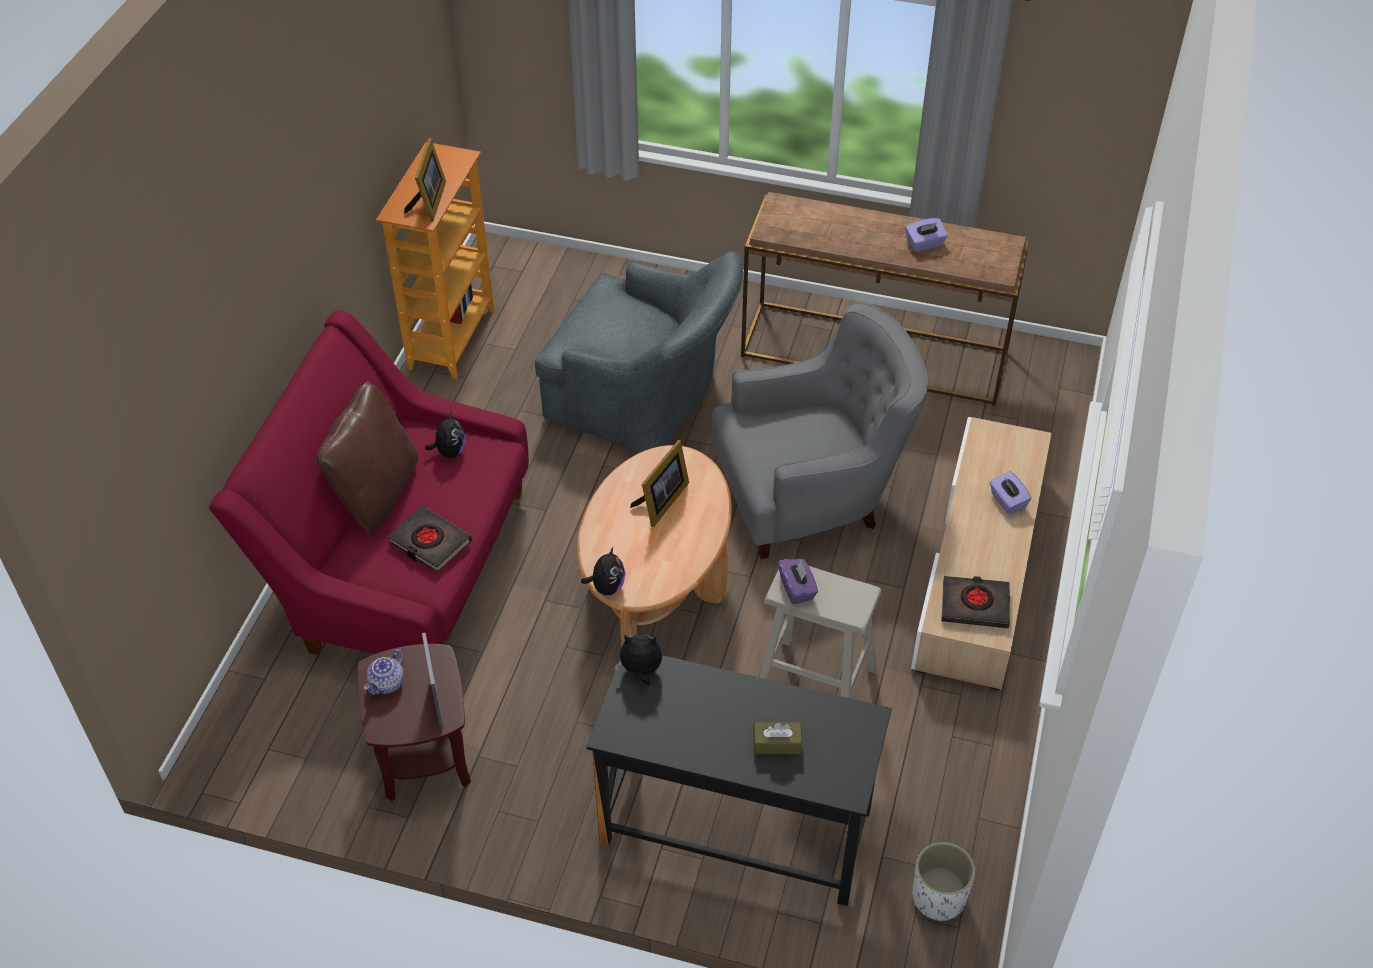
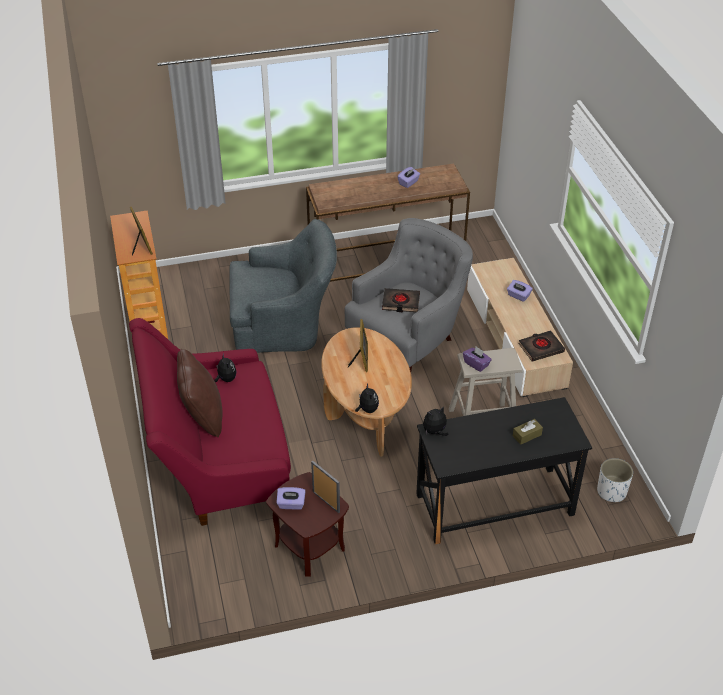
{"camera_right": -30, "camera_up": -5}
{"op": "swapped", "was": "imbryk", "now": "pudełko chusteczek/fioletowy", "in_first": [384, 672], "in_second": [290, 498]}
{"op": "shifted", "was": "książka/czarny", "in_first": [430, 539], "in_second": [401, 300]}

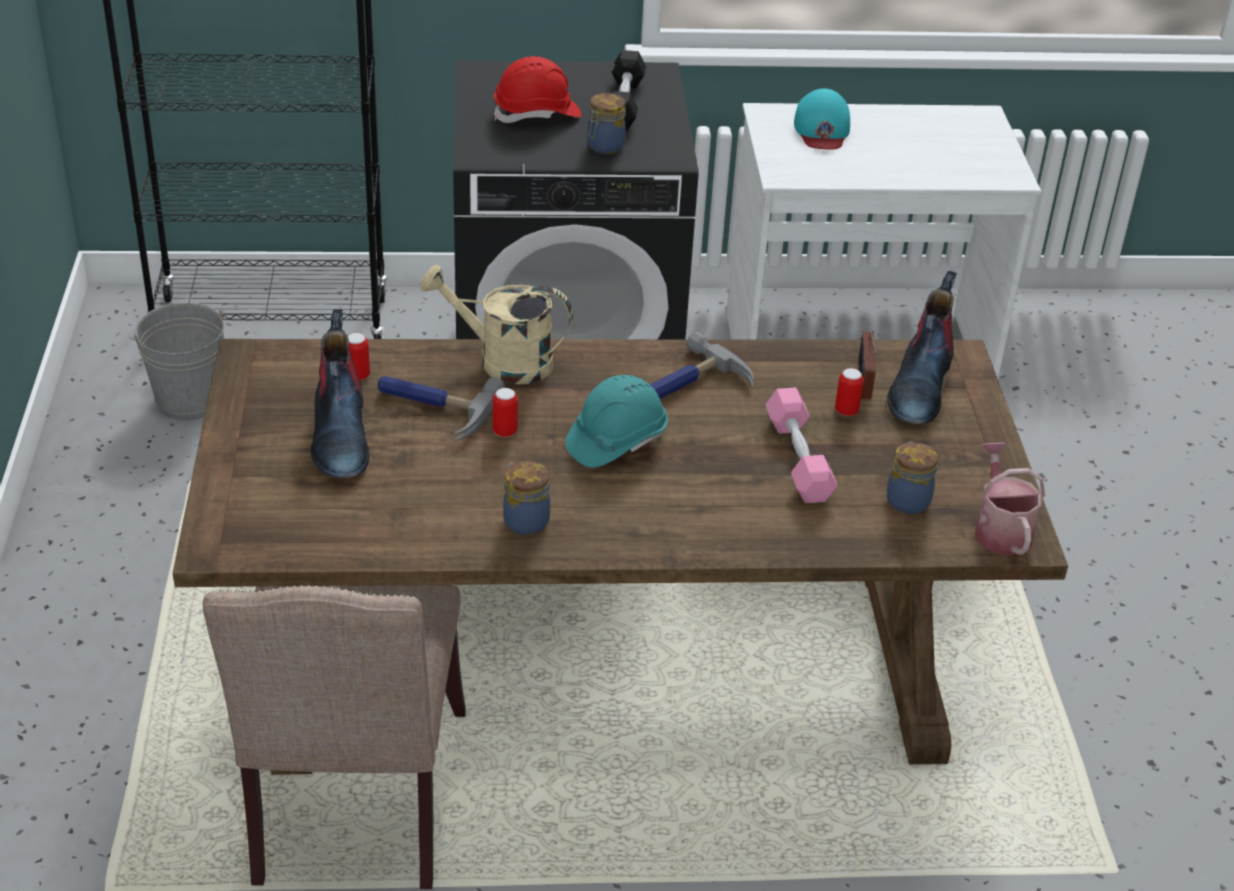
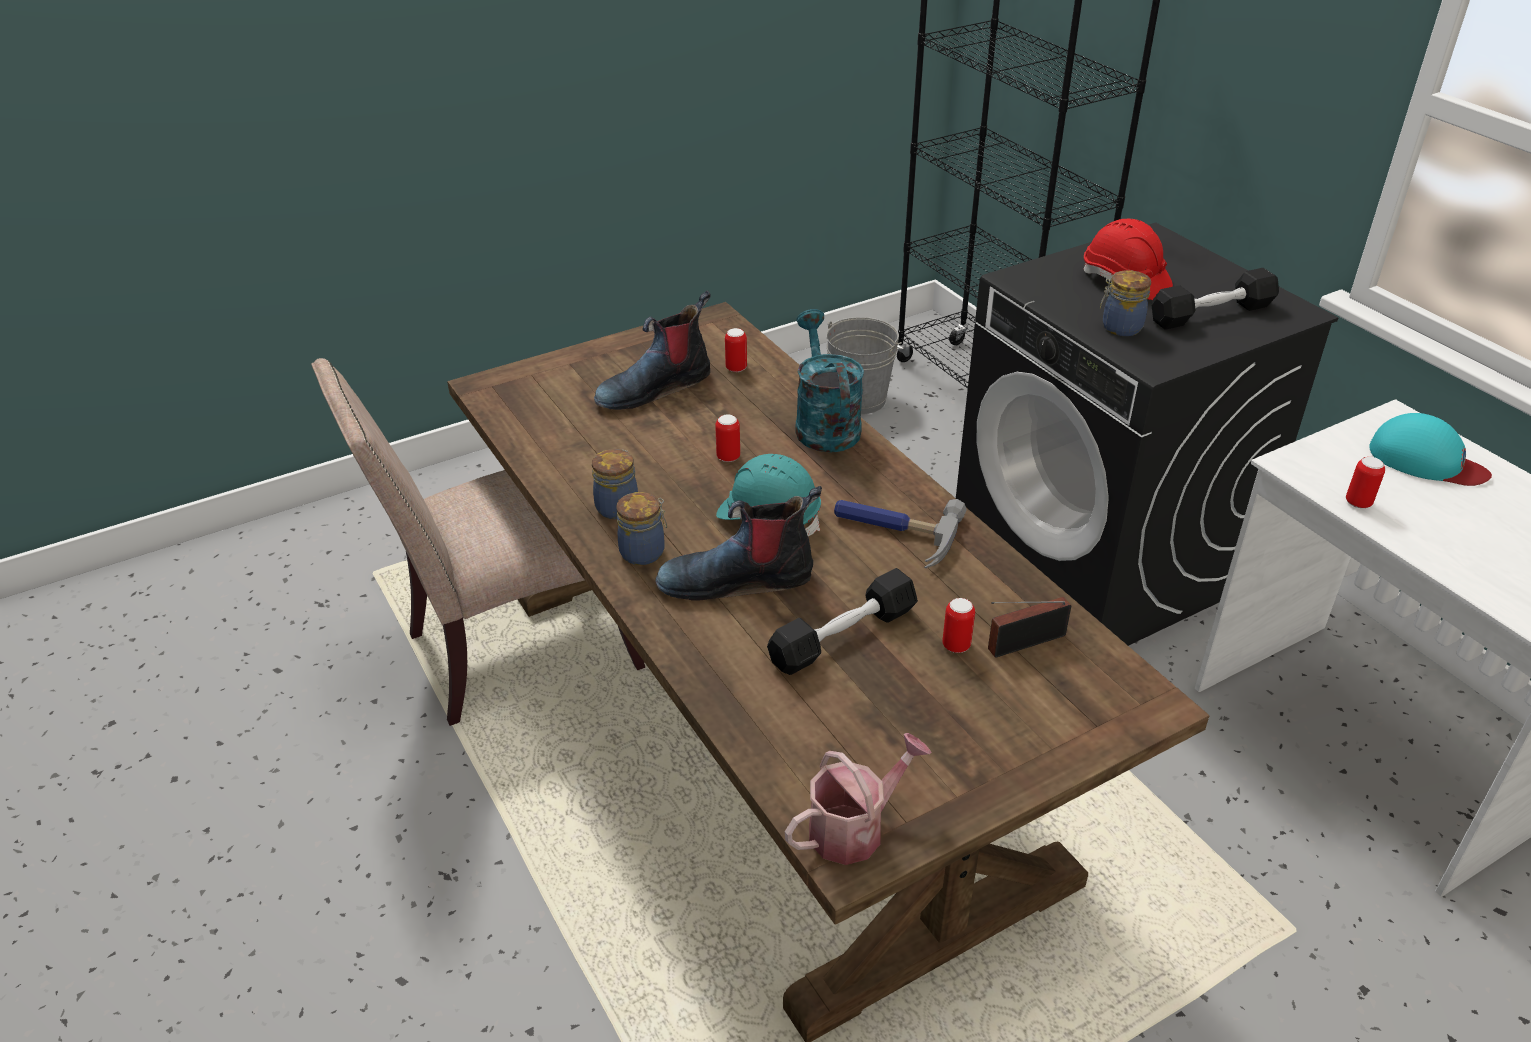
{"camera_right": 65, "camera_up": 0}
{"op": "gone", "was": "młotek", "in_first": [441, 408]}
{"op": "repainted", "was": "konewka/beżowy", "now": "konewka/turkusowy", "in_first": [496, 324], "in_second": [829, 380]}
{"op": "repainted", "was": "hantel/różowy", "now": "hantel/czarny", "in_first": [801, 445], "in_second": [842, 621]}
{"op": "rotated", "was": "czapka z daszkiem/turkusowy", "in_first": [822, 119], "in_second": [1430, 449], "clockwise": -120}
{"op": "shifted", "was": "but z cholewką", "in_first": [922, 347], "in_second": [738, 543]}
{"op": "shifted", "was": "słoik", "in_first": [912, 478], "in_second": [642, 528]}
{"op": "new", "now": "puszka", "in_second": [1365, 482]}

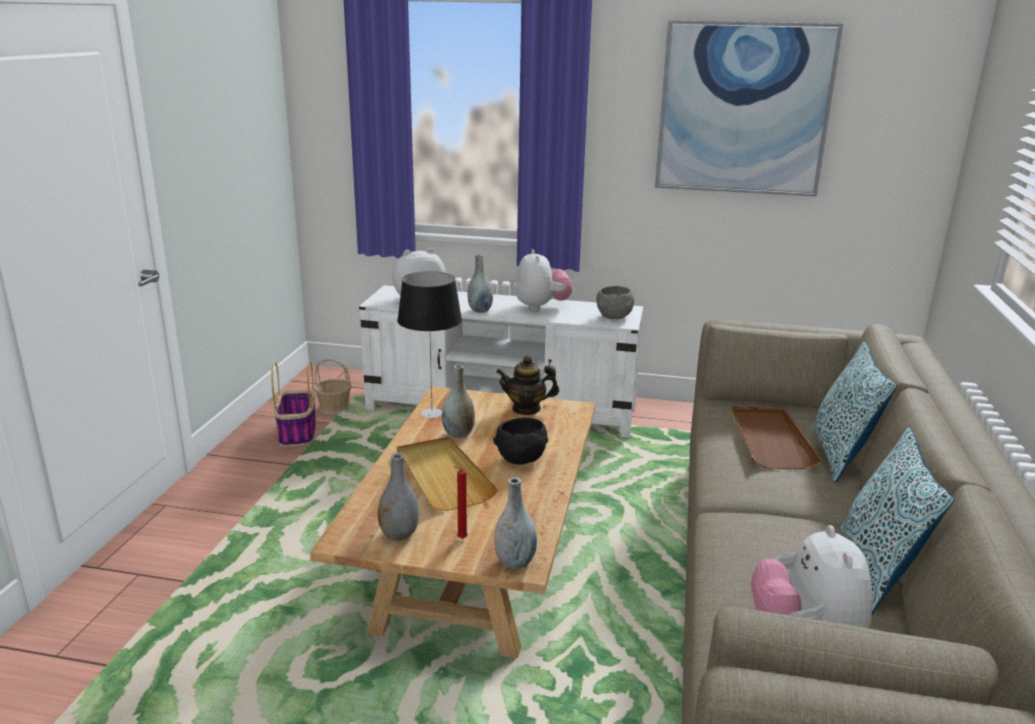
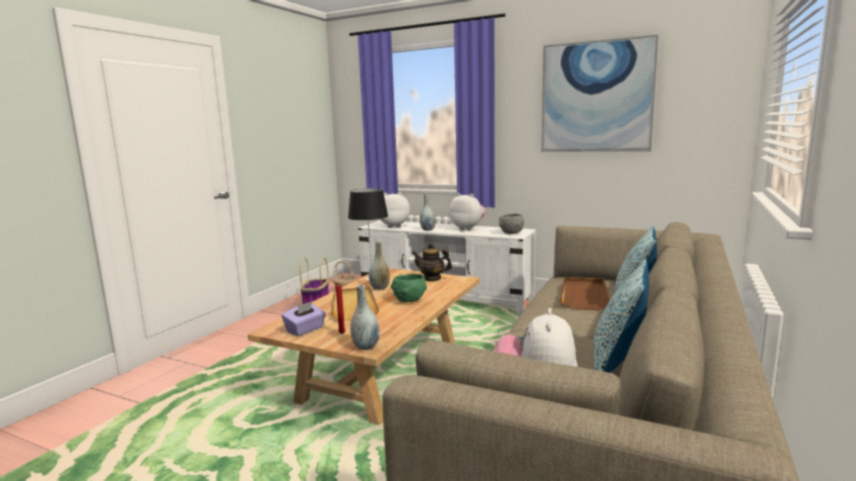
{"camera_right": 15, "camera_up": -10}
{"op": "swapped", "was": "wazon/szary", "now": "pudełko chusteczek/fioletowy", "in_first": [398, 497], "in_second": [304, 318]}
{"op": "repainted", "was": "miska/czarny", "now": "miska/zielony", "in_first": [520, 441], "in_second": [409, 288]}
{"op": "rotated", "was": "pluszak", "in_first": [543, 280], "in_second": [467, 212], "clockwise": -60}

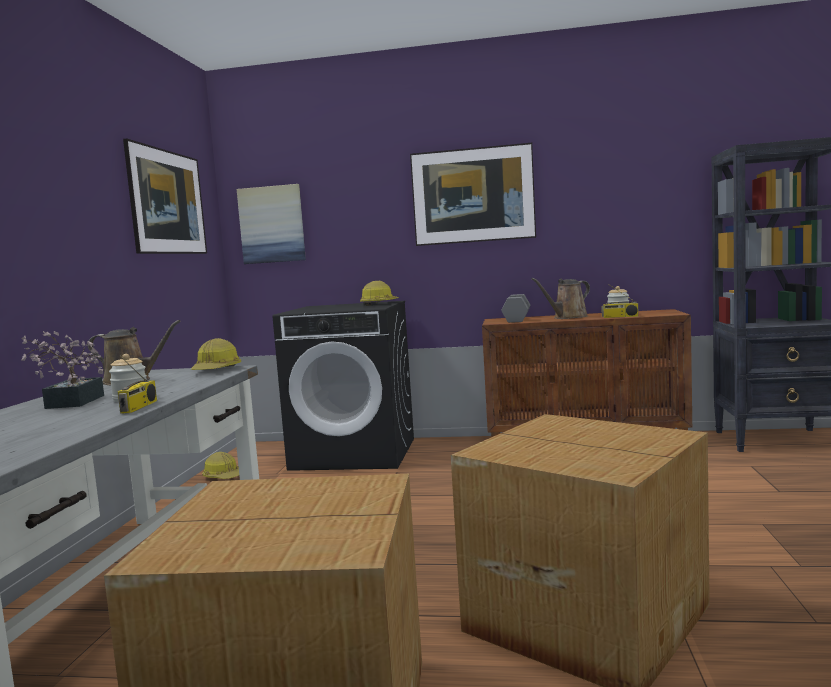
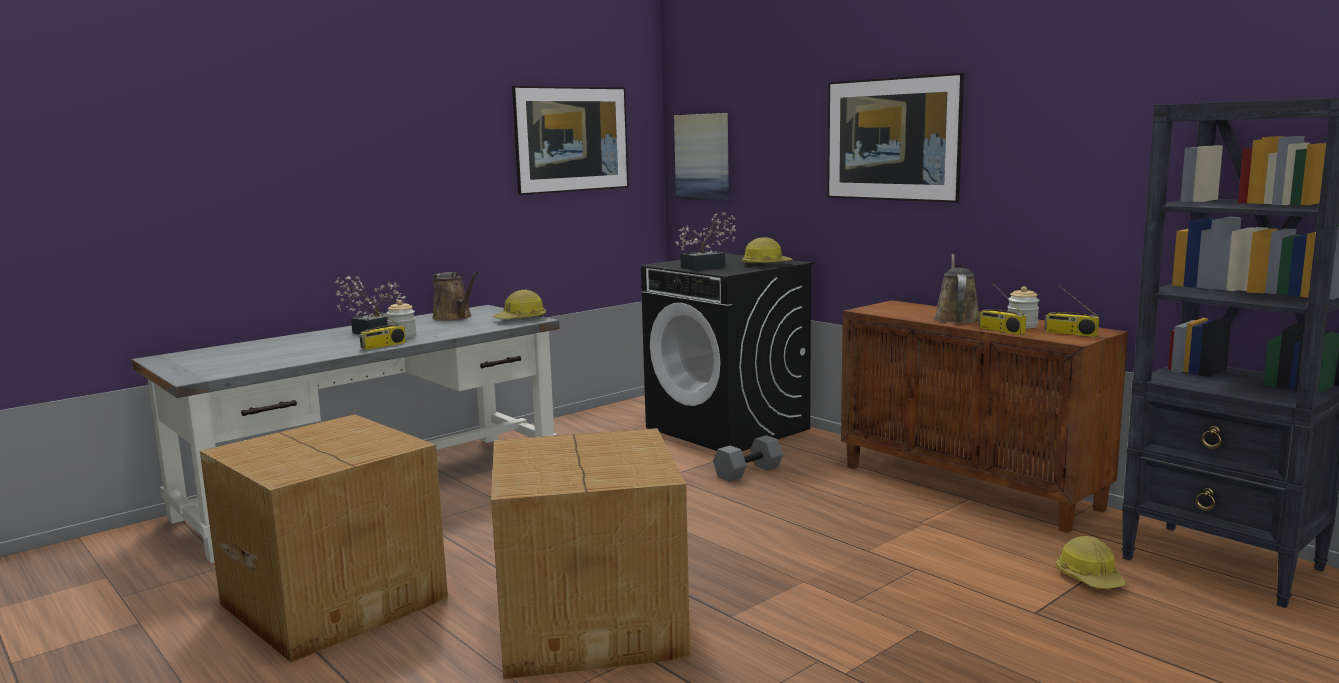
{"camera_right": 40, "camera_up": 5}
{"op": "shifted", "was": "kask", "in_first": [220, 465], "in_second": [1091, 562]}
{"op": "shifted", "was": "hantel/szary", "in_first": [516, 308], "in_second": [748, 458]}
{"op": "rotated", "was": "konewka/brązowy", "in_first": [560, 298], "in_second": [956, 288], "clockwise": 90}
{"op": "new", "now": "roślina doniczkowa", "in_second": [705, 241]}
{"op": "new", "now": "radio", "in_second": [1071, 312]}

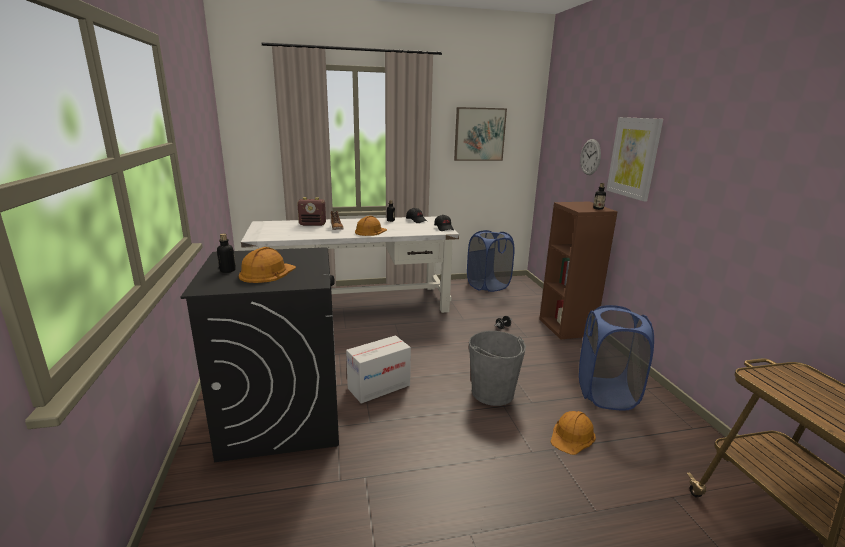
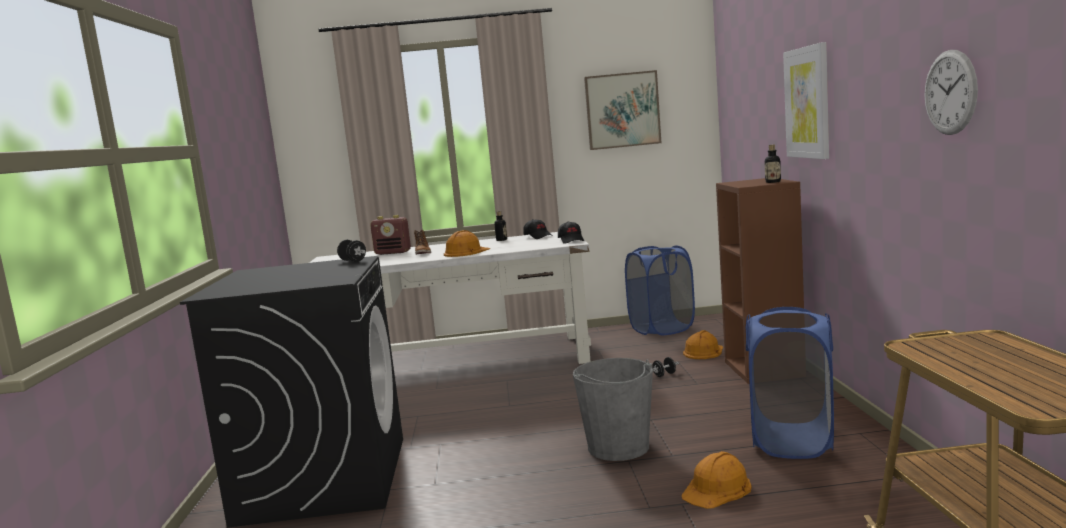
{"camera_right": 10, "camera_up": -10}
{"op": "gone", "was": "butelka", "in_first": [226, 253]}
{"op": "shifted", "was": "kask/pomarańczowy", "in_first": [267, 265], "in_second": [703, 344]}
{"op": "gone", "was": "karton", "in_first": [378, 369]}
{"op": "shifted", "was": "zegar ścienny", "in_first": [590, 157], "in_second": [951, 92]}
{"op": "new", "now": "hantel/czarny", "in_second": [351, 251]}

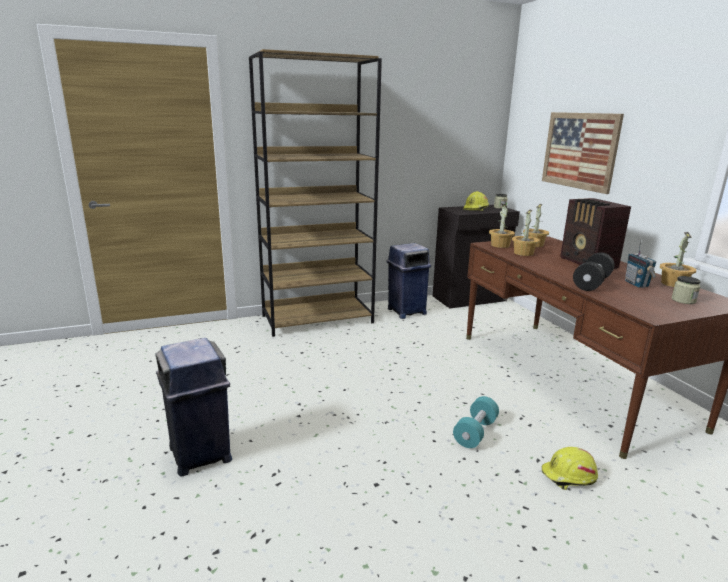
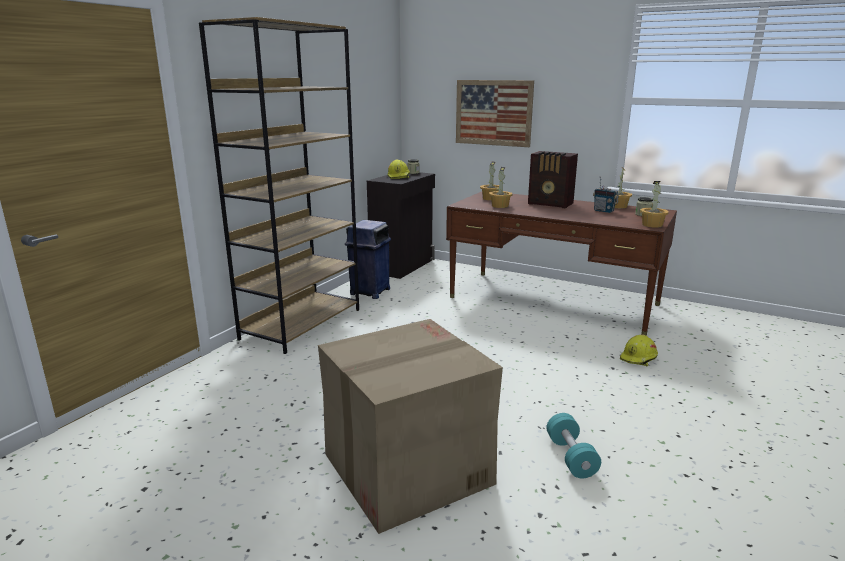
{"camera_right": -40, "camera_up": 0}
{"op": "swapped", "was": "kosz na śmieci/niebieski", "now": "karton", "in_first": [193, 407], "in_second": [410, 426]}
{"op": "shifted", "was": "hantel/turkusowy", "in_first": [476, 422], "in_second": [573, 445]}
{"op": "shifted", "was": "roślina doniczkowa", "in_first": [502, 226], "in_second": [654, 204]}
{"op": "gone", "was": "hantel/czarny", "in_first": [594, 272]}

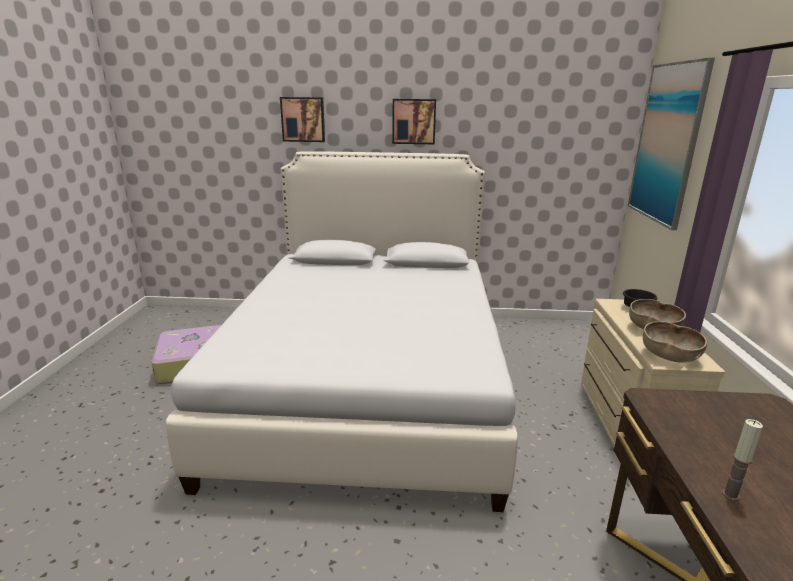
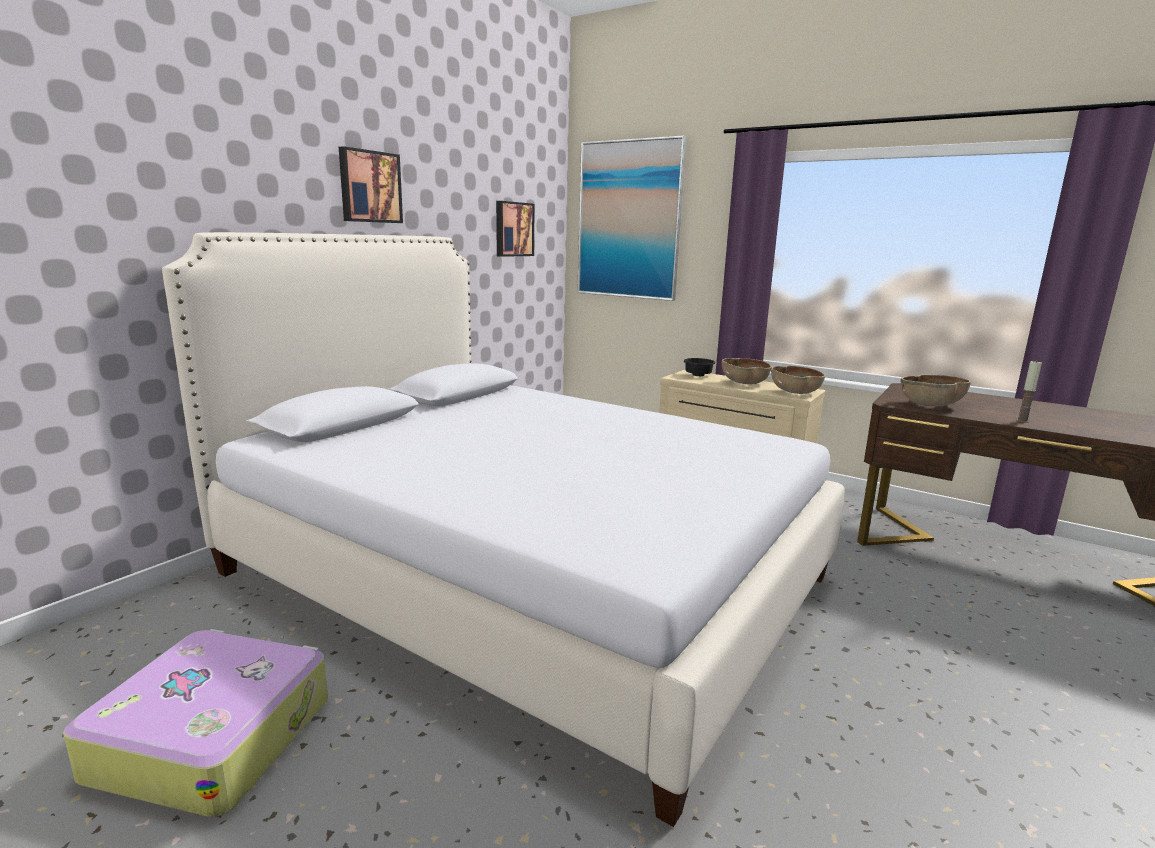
{"camera_right": -60, "camera_up": -5}
{"op": "shifted", "was": "obraz", "in_first": [302, 119], "in_second": [515, 229]}
{"op": "new", "now": "miska/brązowy", "in_second": [936, 390]}

